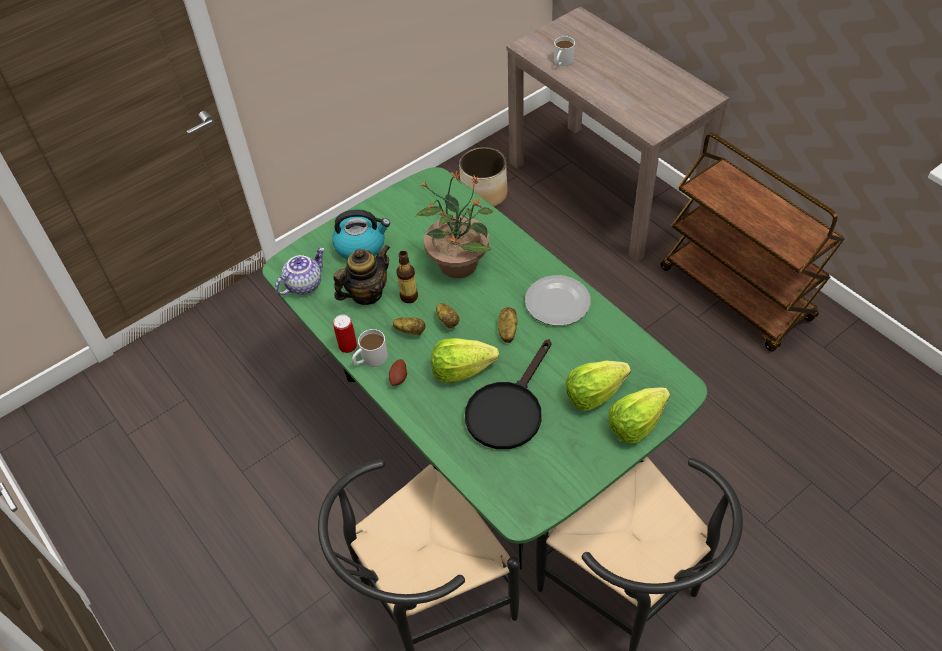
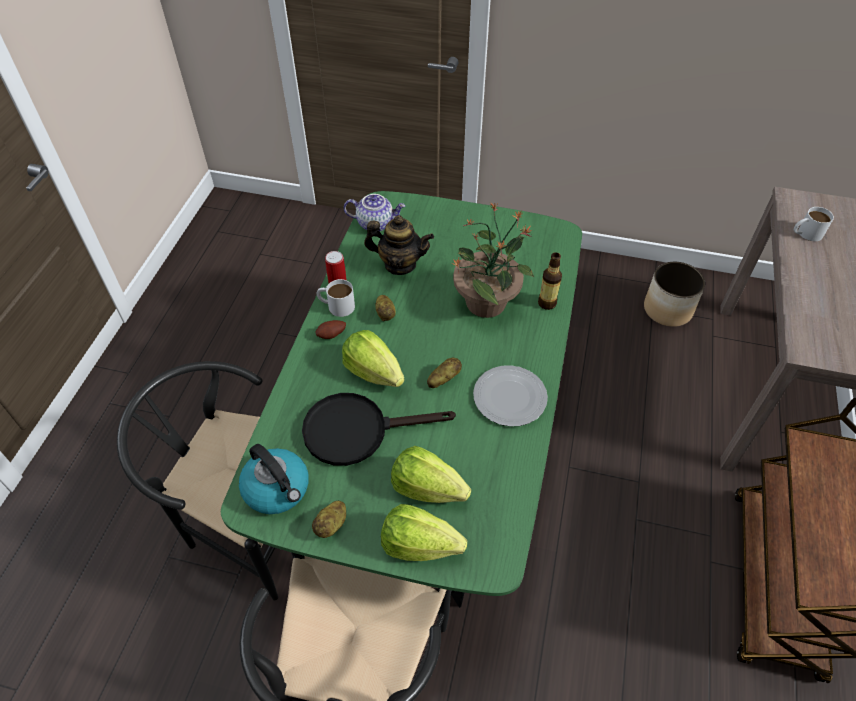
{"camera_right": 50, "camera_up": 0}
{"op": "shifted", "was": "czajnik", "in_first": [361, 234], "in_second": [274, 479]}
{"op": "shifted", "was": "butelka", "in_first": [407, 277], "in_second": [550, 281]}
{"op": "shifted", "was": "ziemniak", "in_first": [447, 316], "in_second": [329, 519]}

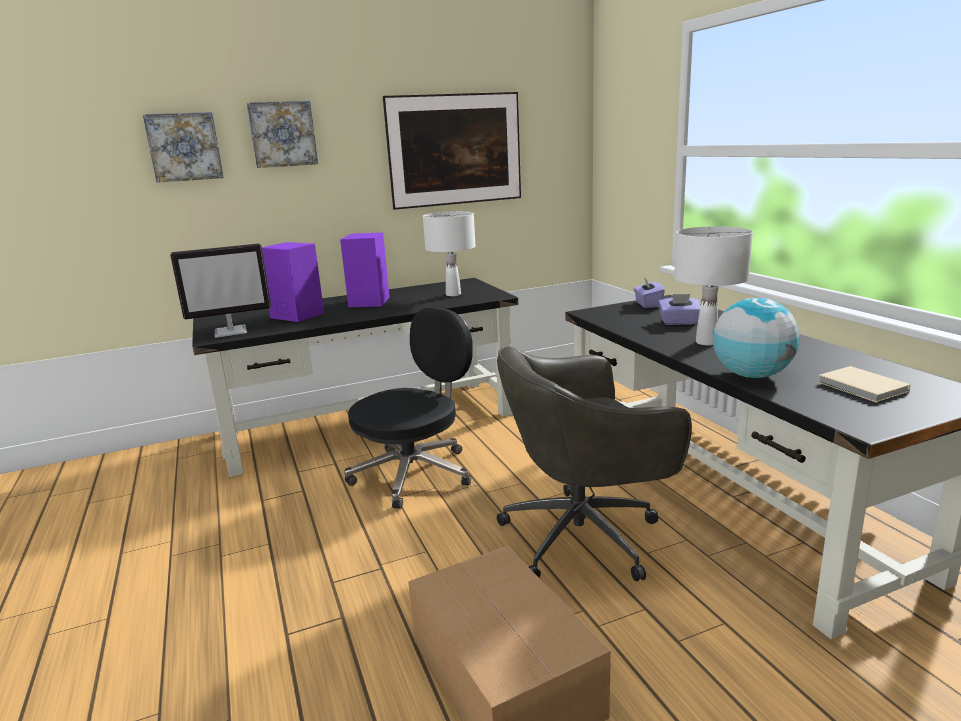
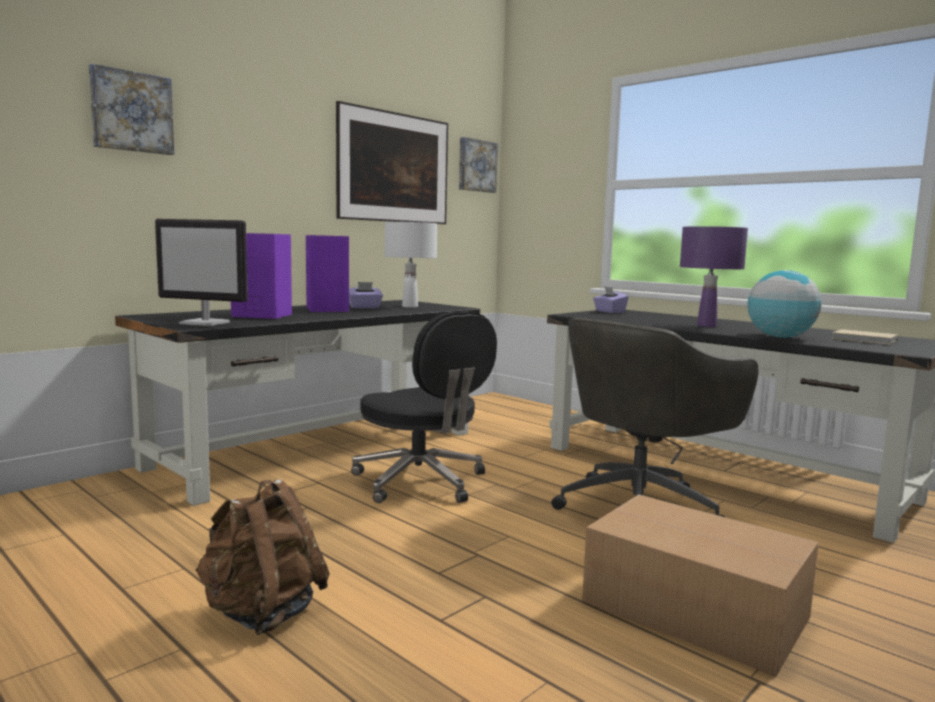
{"camera_right": -25, "camera_up": -10}
{"op": "rotated", "was": "monitor", "in_first": [220, 290], "in_second": [201, 272], "clockwise": 60}
{"op": "shifted", "was": "obraz", "in_first": [282, 134], "in_second": [478, 165]}
{"op": "rotated", "was": "krzesło biurowe/czarny", "in_first": [408, 408], "in_second": [424, 407], "clockwise": 120}
{"op": "shifted", "was": "pudełko chusteczek/fioletowy", "in_first": [679, 309], "in_second": [366, 295]}
{"op": "repainted", "was": "lampa stołowa/biały", "now": "lampa stołowa/fioletowy", "in_first": [713, 285], "in_second": [714, 276]}
{"op": "new", "now": "plecak/brązowy", "in_second": [262, 557]}

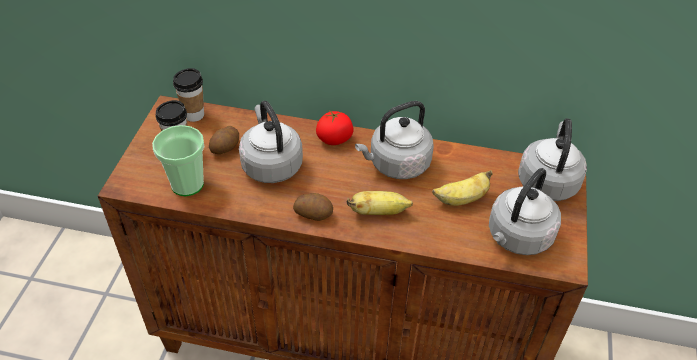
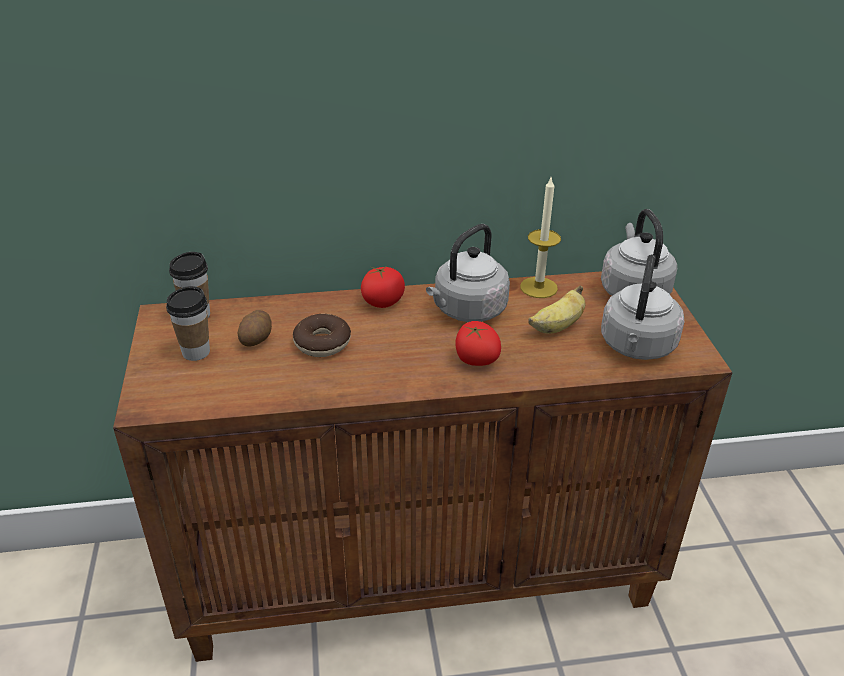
{"camera_right": -20, "camera_up": -10}
{"op": "gone", "was": "filiżanka", "in_first": [178, 160]}
{"op": "swapped", "was": "czajnik/szary", "now": "donut", "in_first": [271, 142], "in_second": [322, 335]}
{"op": "gone", "was": "ziemniak", "in_first": [313, 207]}
{"op": "swapped", "was": "banan", "now": "pomidor", "in_first": [380, 203], "in_second": [478, 343]}
{"op": "new", "now": "świeca", "in_second": [540, 238]}

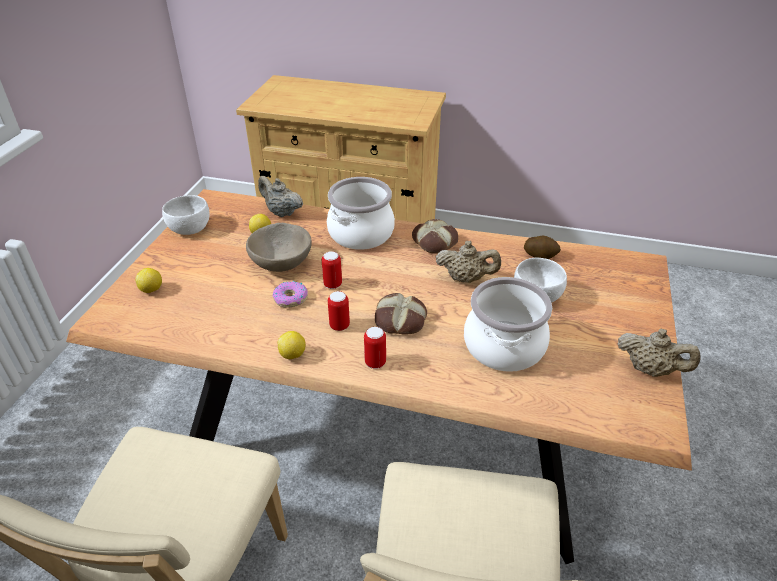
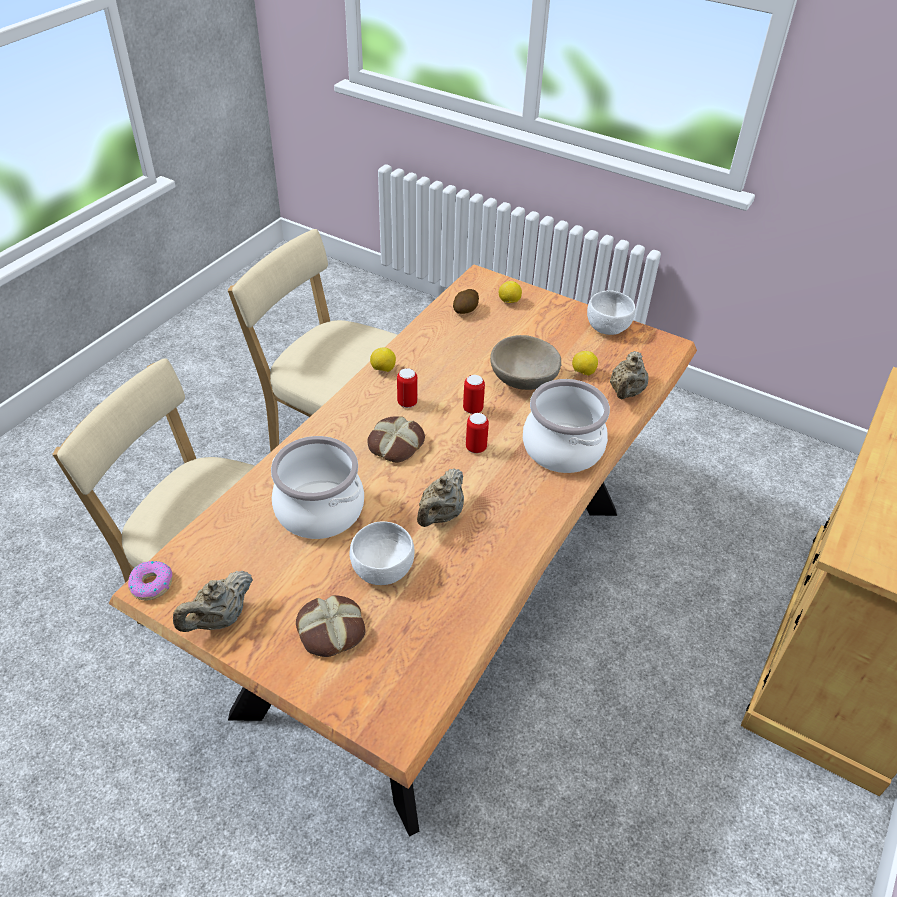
{"camera_right": 105, "camera_up": 5}
{"op": "rotated", "was": "imbryk/beżowy", "in_first": [280, 196], "in_second": [629, 375], "clockwise": 150}
{"op": "shifted", "was": "donut", "in_first": [290, 294], "in_second": [150, 580]}
{"op": "shifted", "was": "puszka", "in_first": [375, 348], "in_second": [477, 433]}
{"op": "shifted", "was": "chleb", "in_first": [435, 236], "in_second": [330, 626]}
{"op": "shifted", "was": "ziemniak", "in_first": [542, 247], "in_second": [466, 301]}

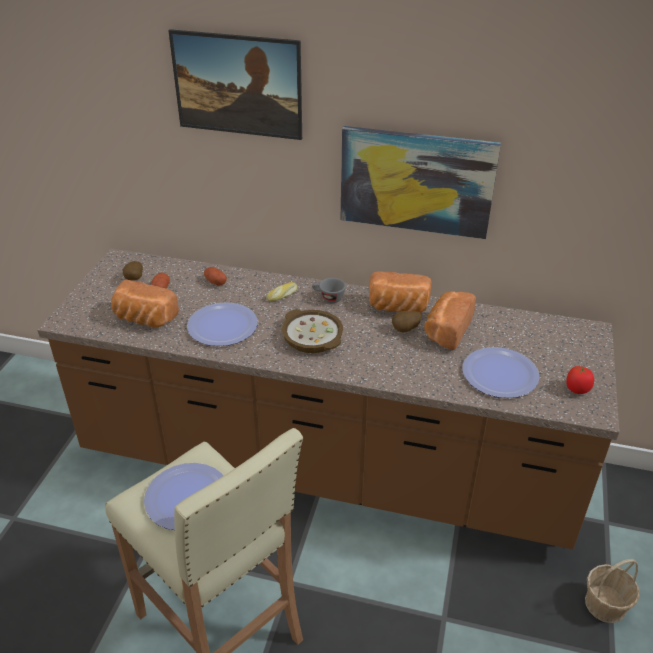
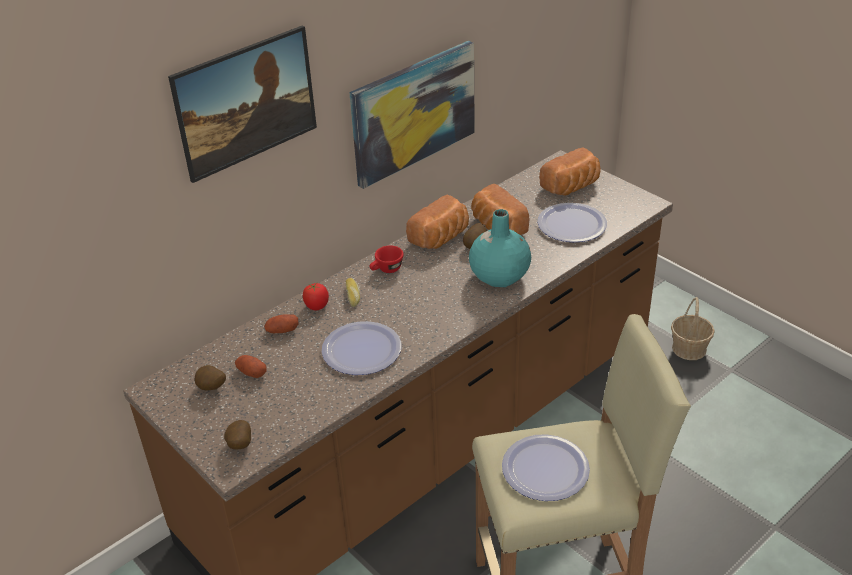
{"camera_right": -55, "camera_up": 0}
{"op": "shifted", "was": "chleb", "in_first": [145, 304], "in_second": [570, 171]}
{"op": "gone", "was": "miska", "in_first": [312, 331]}
{"op": "repainted", "was": "filiżanka/szary", "now": "filiżanka/czerwony", "in_first": [329, 290], "in_second": [386, 259]}
{"op": "shifted", "was": "pomidor", "in_first": [580, 379], "in_second": [316, 296]}
{"op": "new", "now": "ziemniak", "in_second": [237, 435]}
{"op": "new", "now": "wazon/turkusowy", "in_second": [500, 248]}

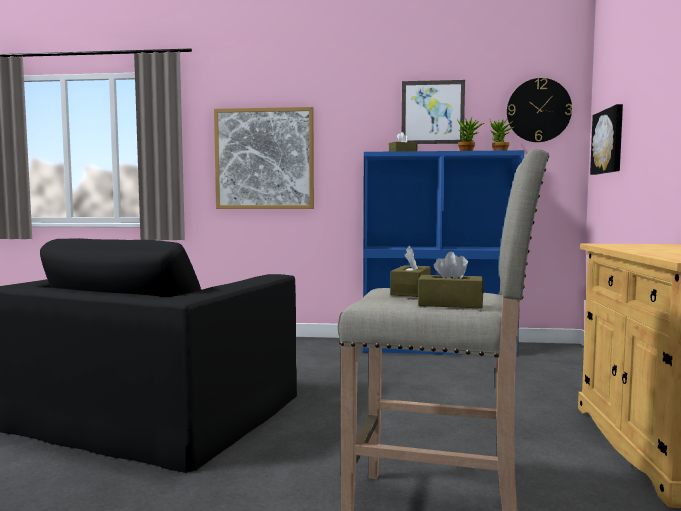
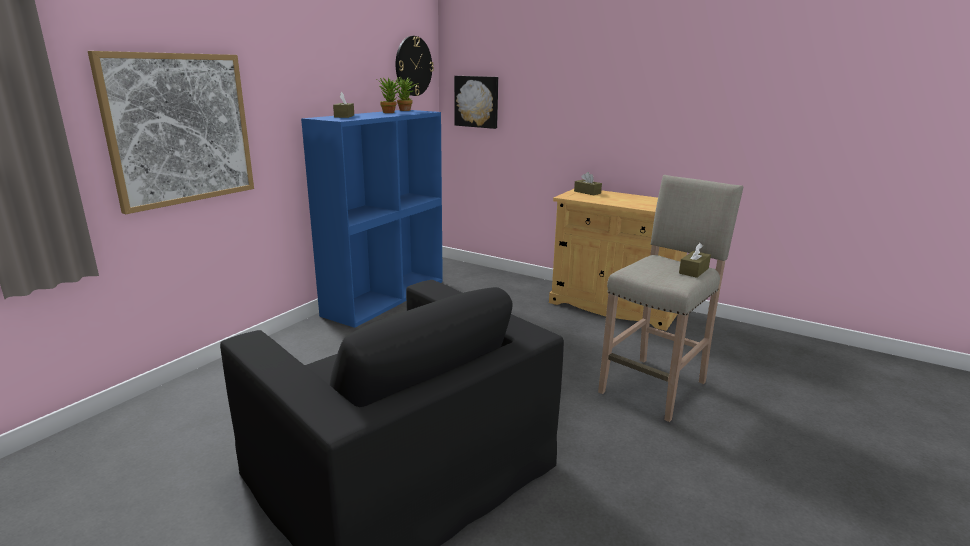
{"camera_right": -65, "camera_up": 15}
{"op": "shifted", "was": "pudełko chusteczek/brązowy", "in_first": [410, 271], "in_second": [588, 183]}
{"op": "gone", "was": "obraz", "in_first": [433, 112]}

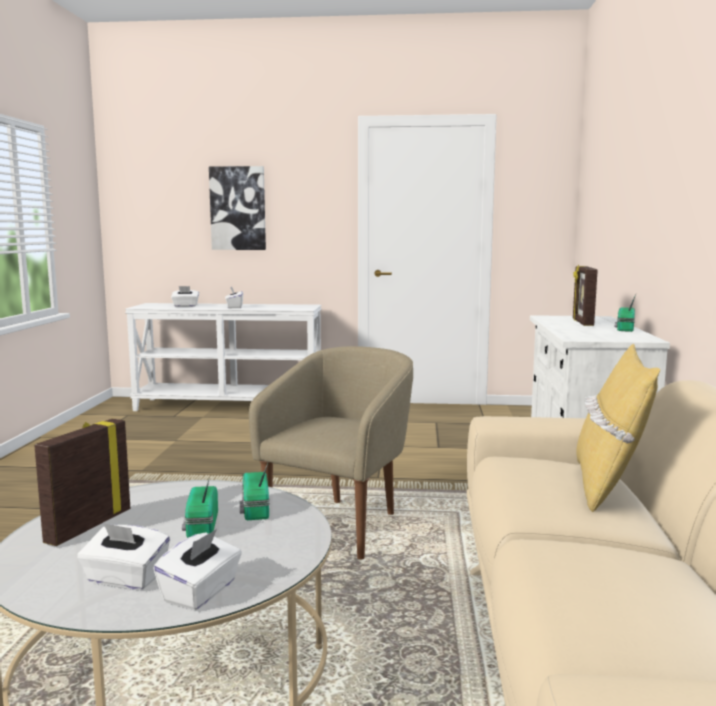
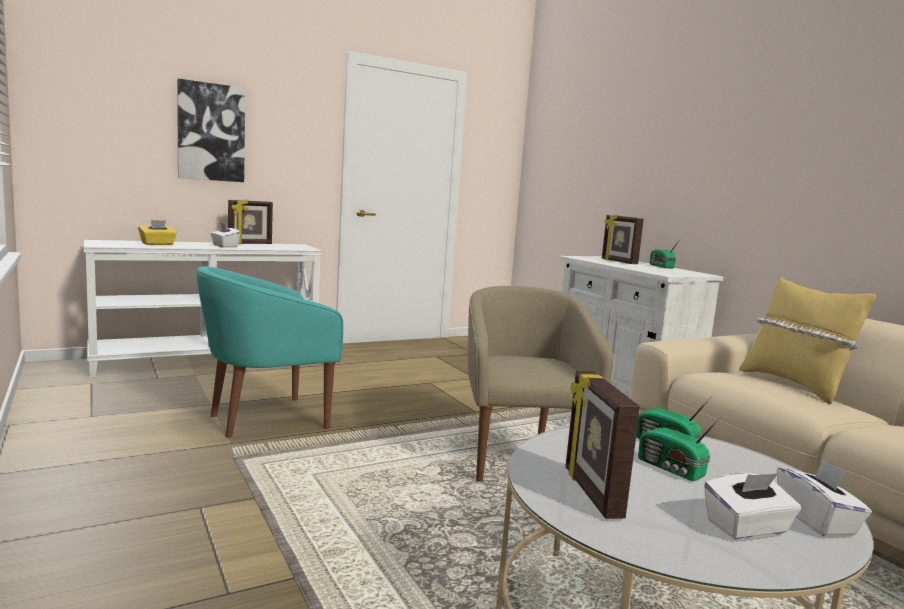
{"camera_right": -35, "camera_up": 0}
{"op": "repainted", "was": "pudełko chusteczek/biały", "now": "pudełko chusteczek/żółty", "in_first": [185, 296], "in_second": [157, 232]}
{"op": "new", "now": "fotel/turkusowy", "in_second": [270, 352]}
{"op": "new", "now": "ramka na zdjęcie", "in_second": [250, 221]}

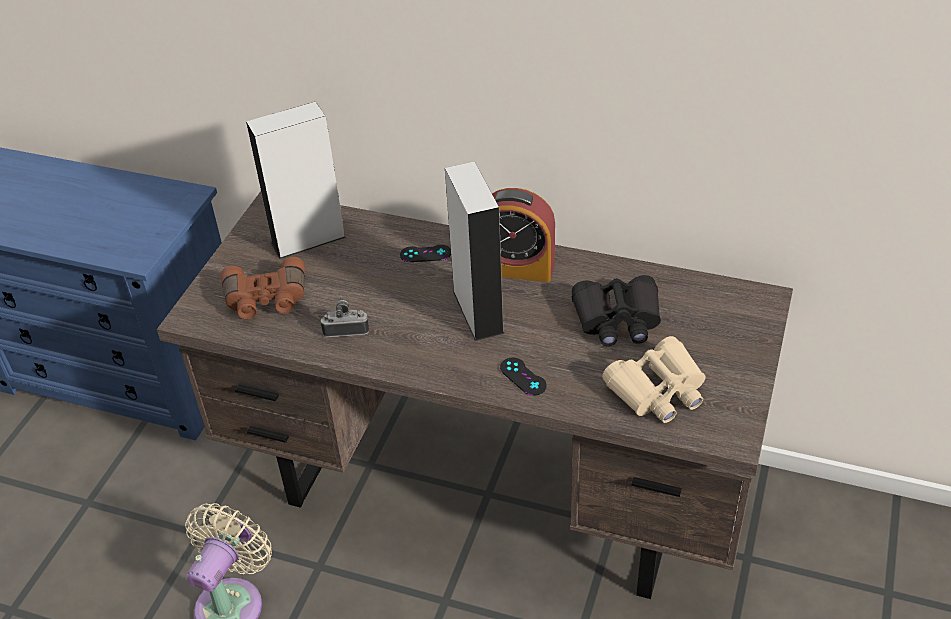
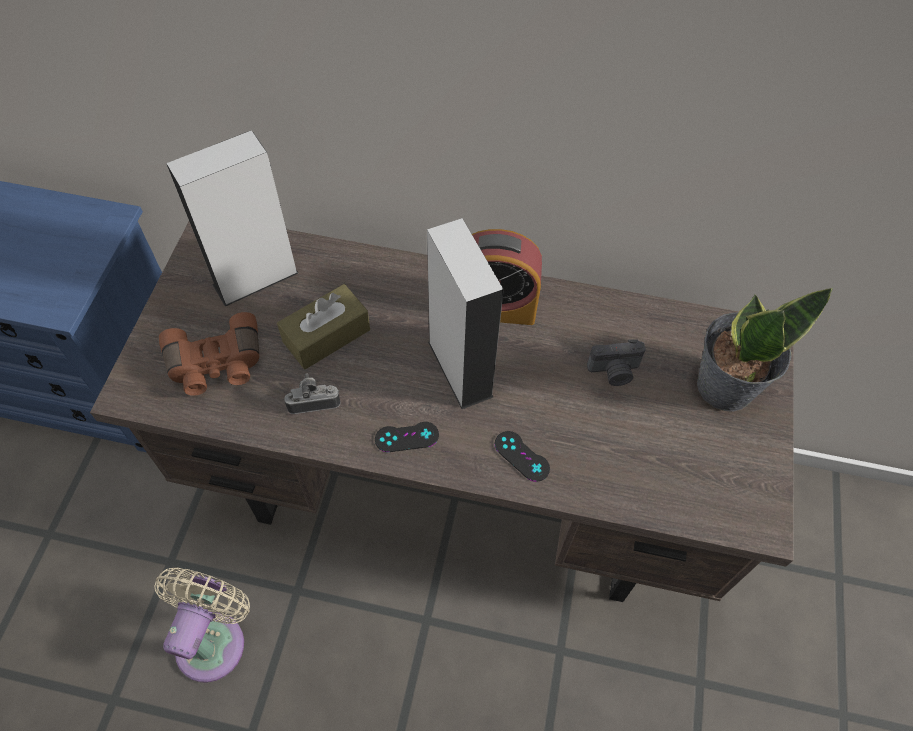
{"camera_right": -10, "camera_up": 15}
{"op": "shifted", "was": "pad do gier/czarny", "in_first": [425, 253], "in_second": [407, 437]}
{"op": "swapped", "was": "lornetka/czarny", "now": "aparat fotograficzny", "in_first": [616, 310], "in_second": [616, 362]}
{"op": "gone", "was": "lornetka/beżowy", "in_first": [653, 379]}
{"op": "new", "now": "pudełko chusteczek/brązowy", "in_second": [323, 326]}
{"op": "new", "now": "roślina doniczkowa", "in_second": [765, 349]}

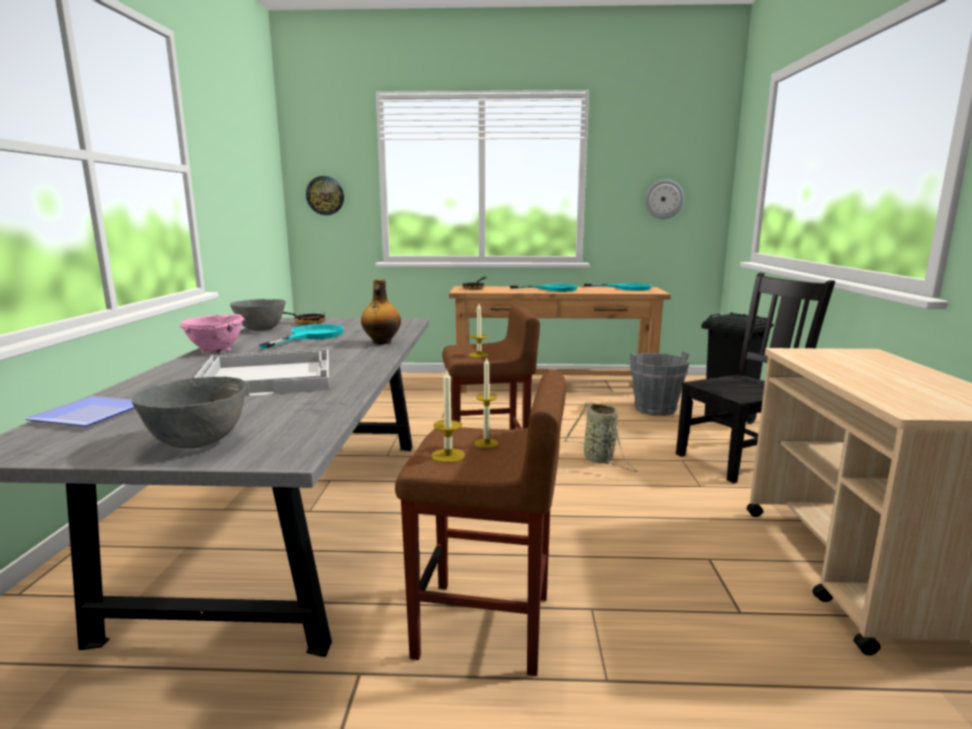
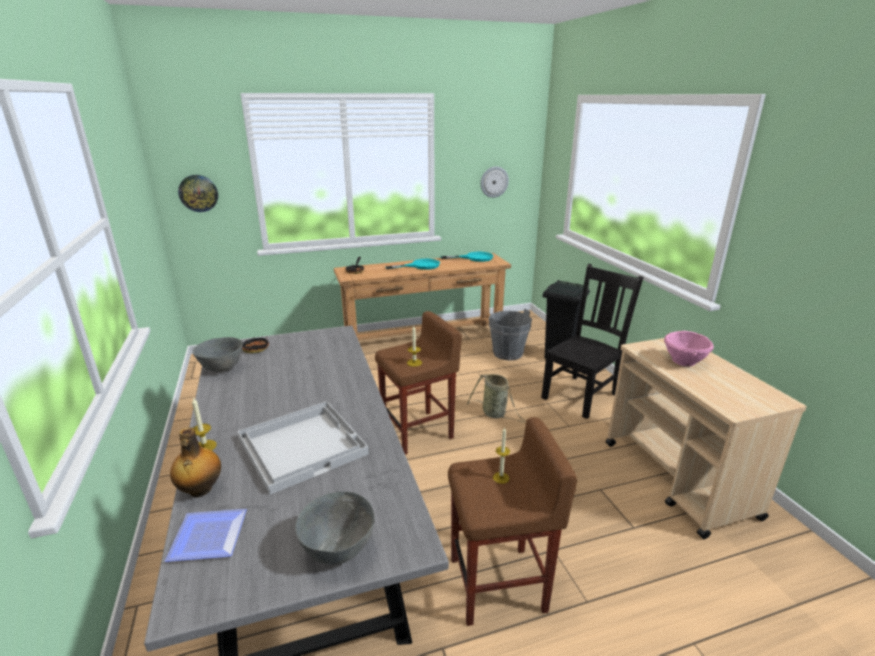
{"camera_right": -20, "camera_up": 10}
{"op": "shifted", "was": "miska/różowy", "in_first": [212, 333], "in_second": [689, 348]}
{"op": "gone", "was": "patelnia/turkusowy", "in_first": [301, 336]}
{"op": "shifted", "was": "butelka", "in_first": [381, 312], "in_second": [195, 462]}
{"op": "shifted", "was": "świeca", "in_first": [448, 416], "in_second": [204, 423]}

